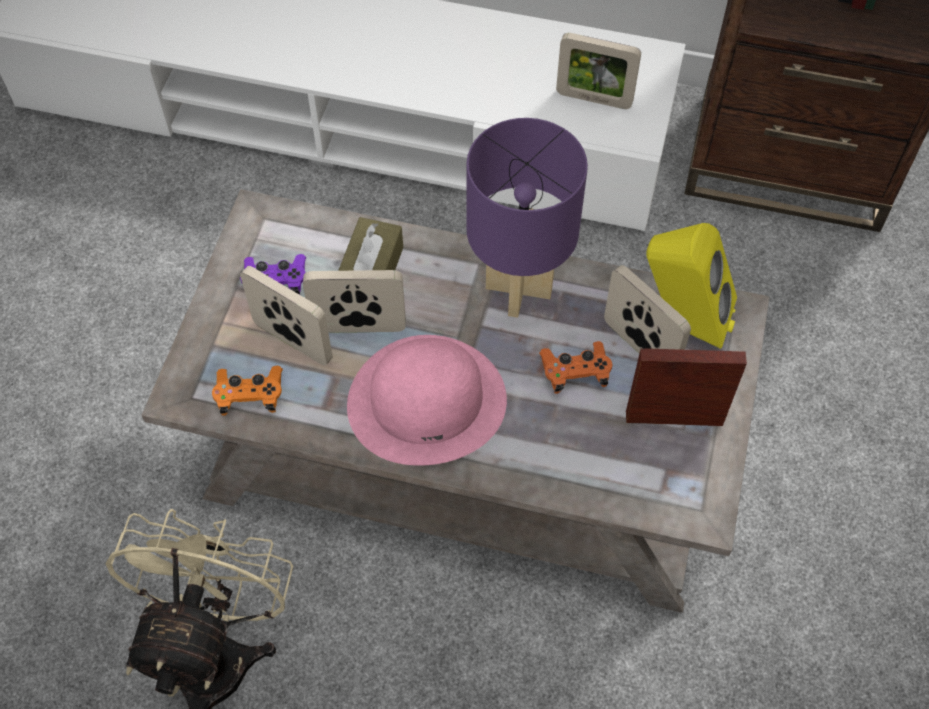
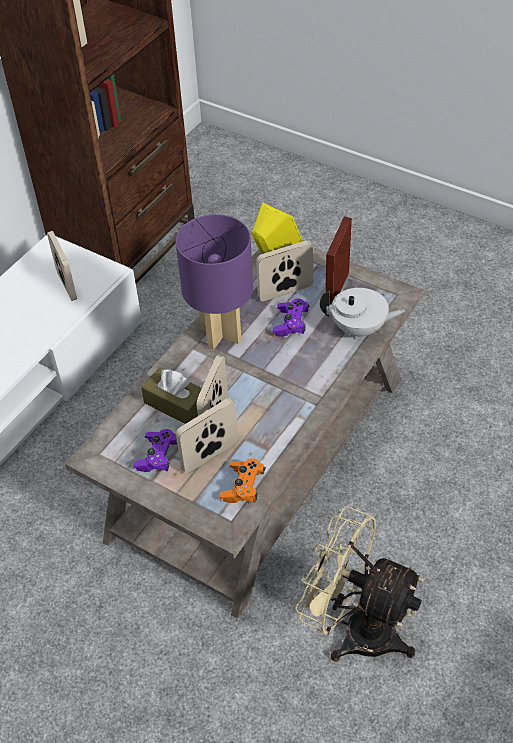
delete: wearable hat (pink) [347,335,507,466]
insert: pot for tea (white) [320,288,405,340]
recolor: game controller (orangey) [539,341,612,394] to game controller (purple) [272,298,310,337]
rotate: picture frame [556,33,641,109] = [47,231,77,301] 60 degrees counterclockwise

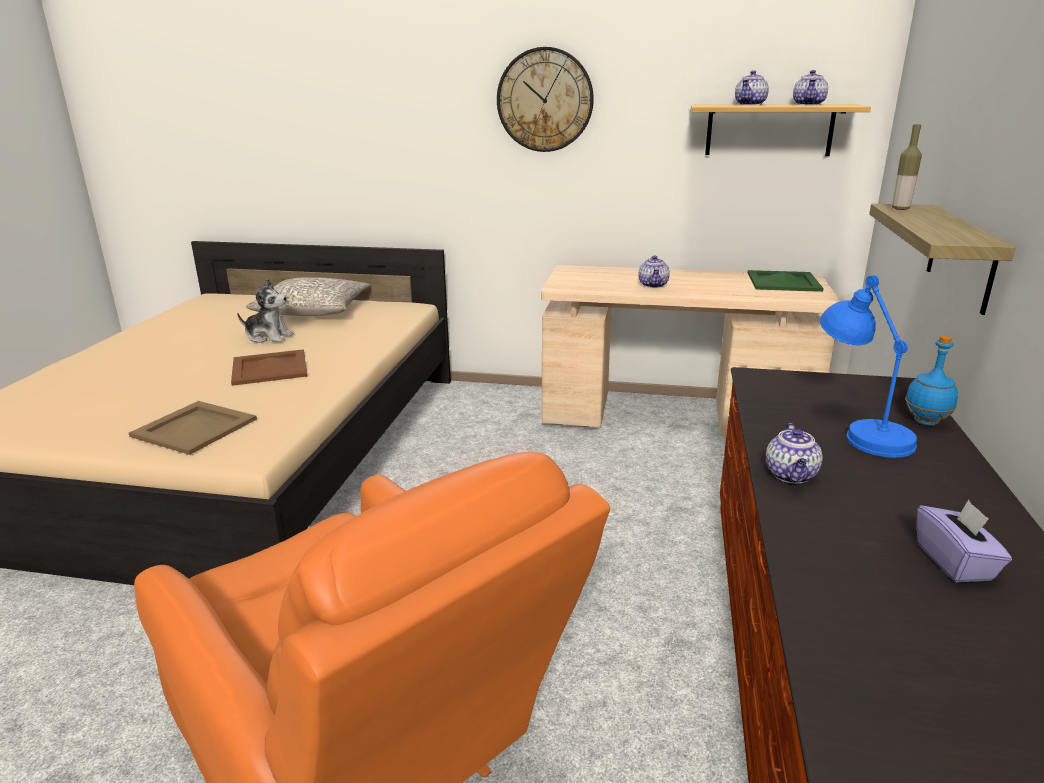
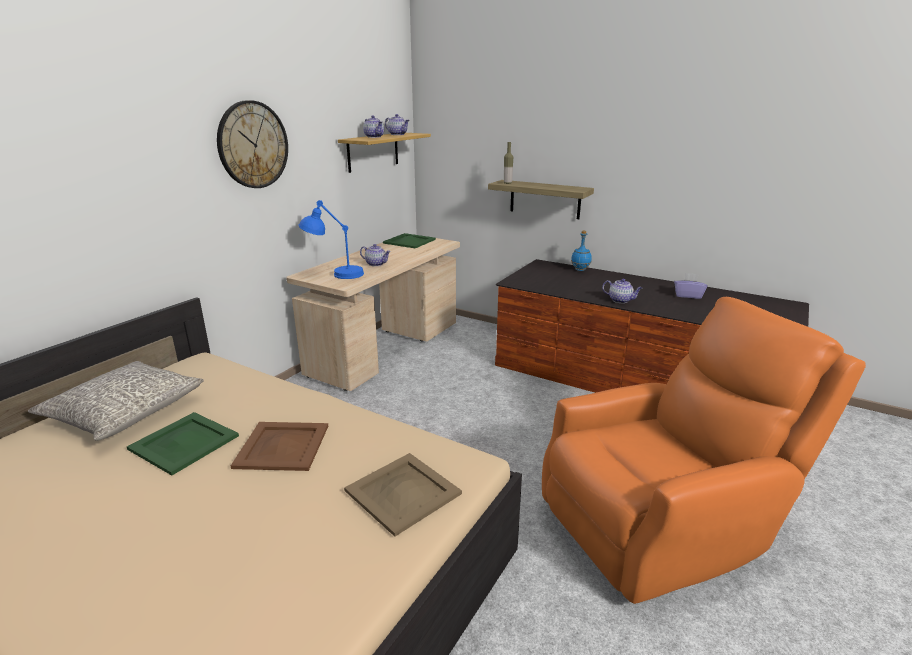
move: tabletop lamp (blue-coloured) [819,275,917,458] to [299,200,364,279]
replace: plush toy [237,278,294,343] to carrying tray (green) [127,412,239,476]

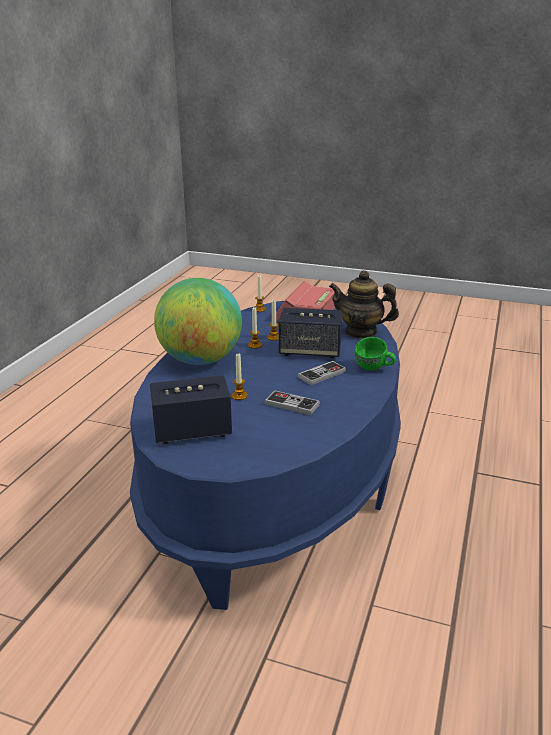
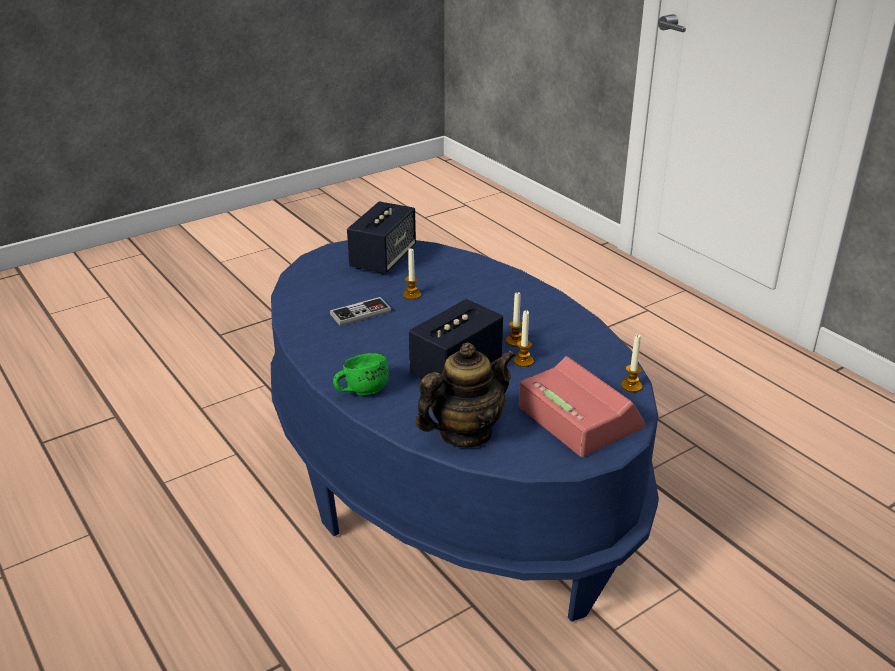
delete: globe [154,278,242,365]; game controller [298,361,347,385]

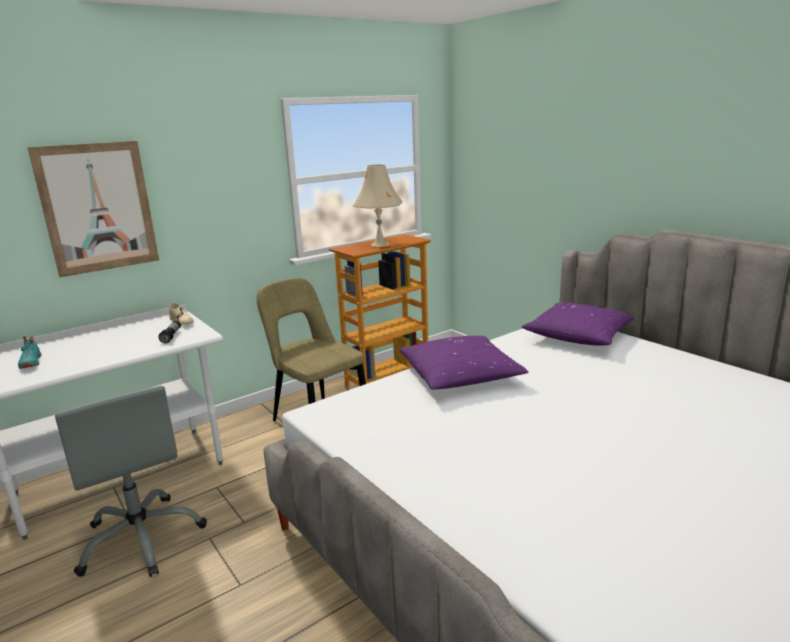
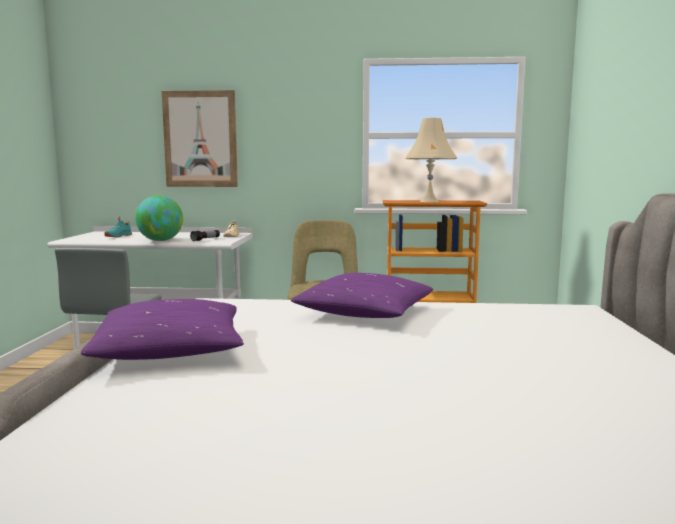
insert: globe [135,195,183,241]
move: throw pillow (purple) [522,302,634,346] to [81,299,244,360]

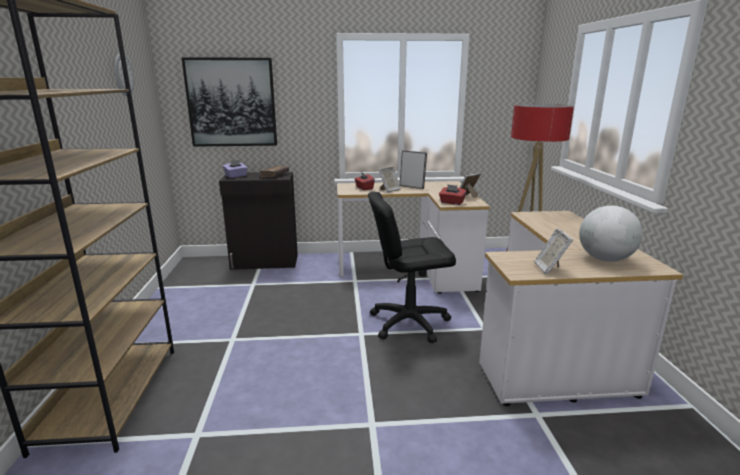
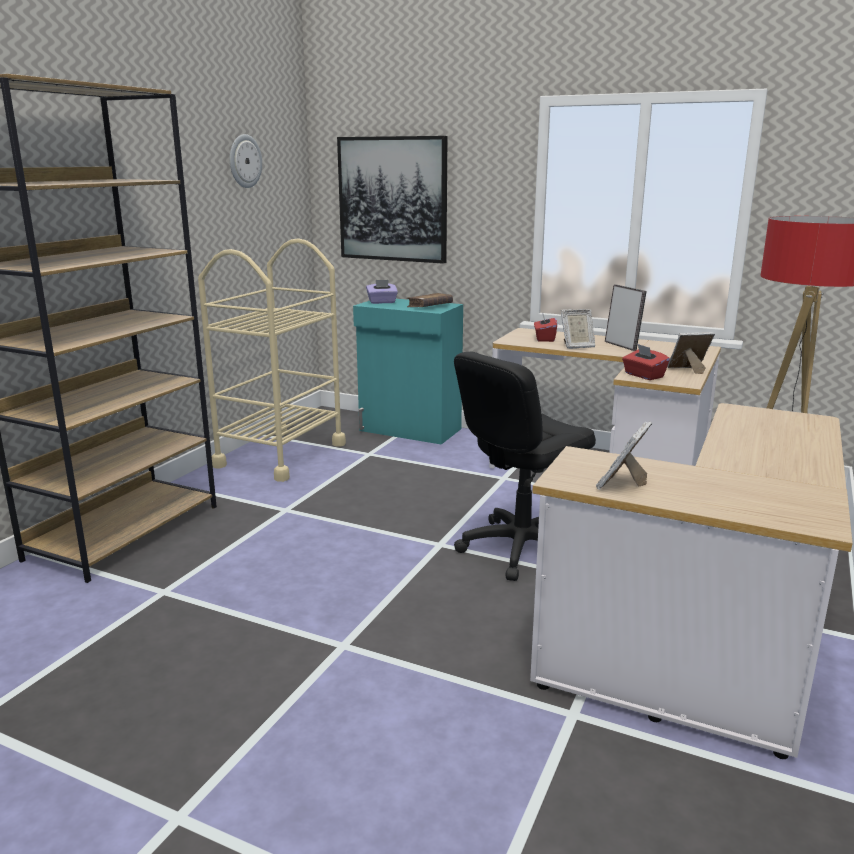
delete: globe [579,206,643,262]
insert: wheeled cart (beige-coloured) [198,238,346,482]
recolor: cupboard (blackish) [219,172,298,270] to cupboard (turquoise-coloured) [353,299,463,445]
rotate: desk chair (blackish) [368,192,456,343] = [454,352,596,581] 60 degrees counterclockwise

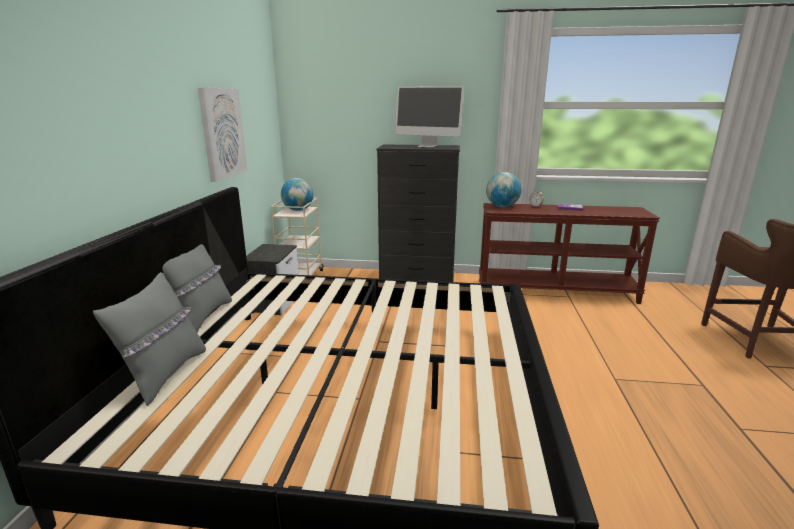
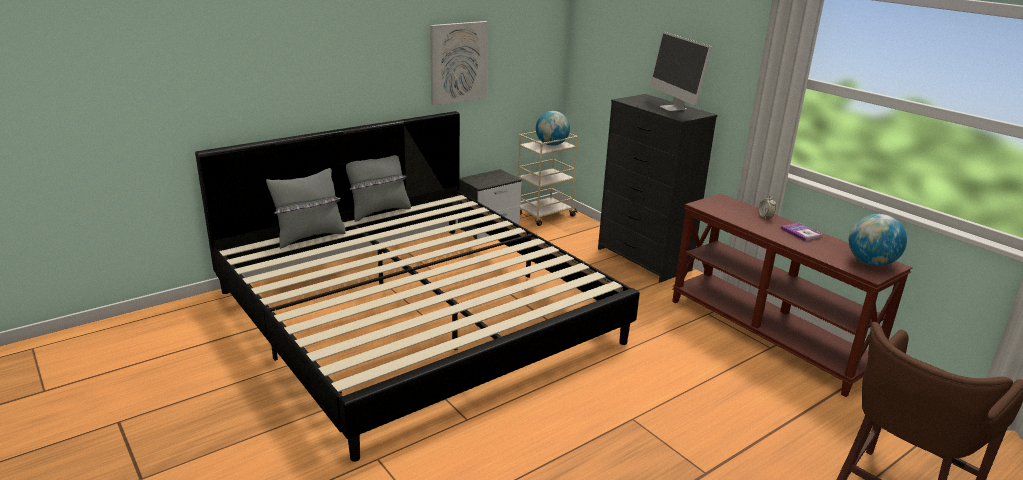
move: globe [486,172,522,207] to [849,214,907,266]

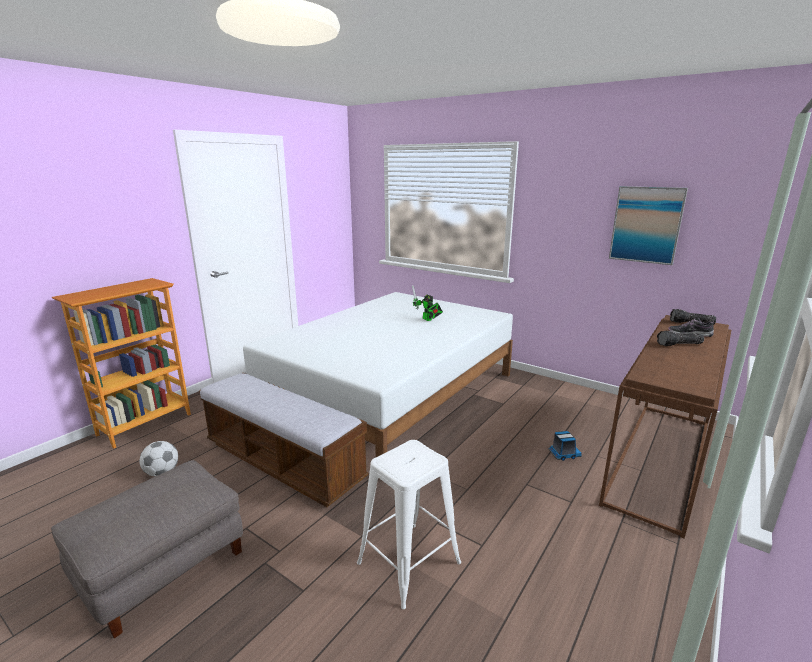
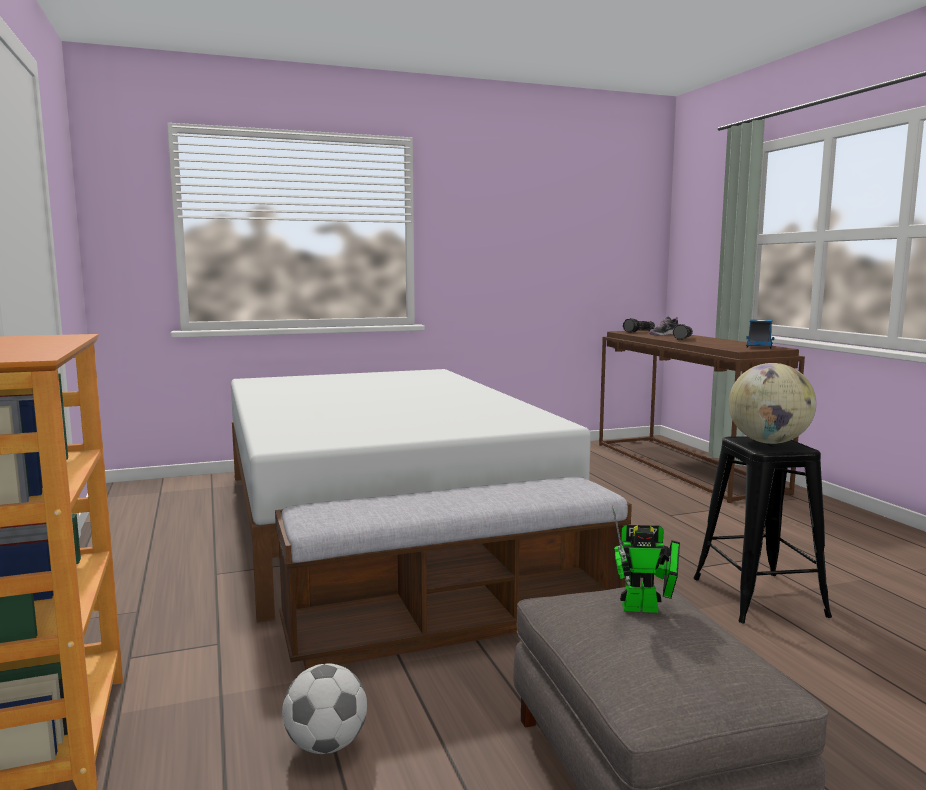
delete: picture [609,186,688,265]
insert: globe [729,363,816,444]
move: robot figure [412,285,443,321] to [612,505,680,613]; toy lorry [549,431,582,461] to [746,320,774,349]
recolor: stool (white) [357,440,461,609] to stool (blackish) [694,436,832,623]

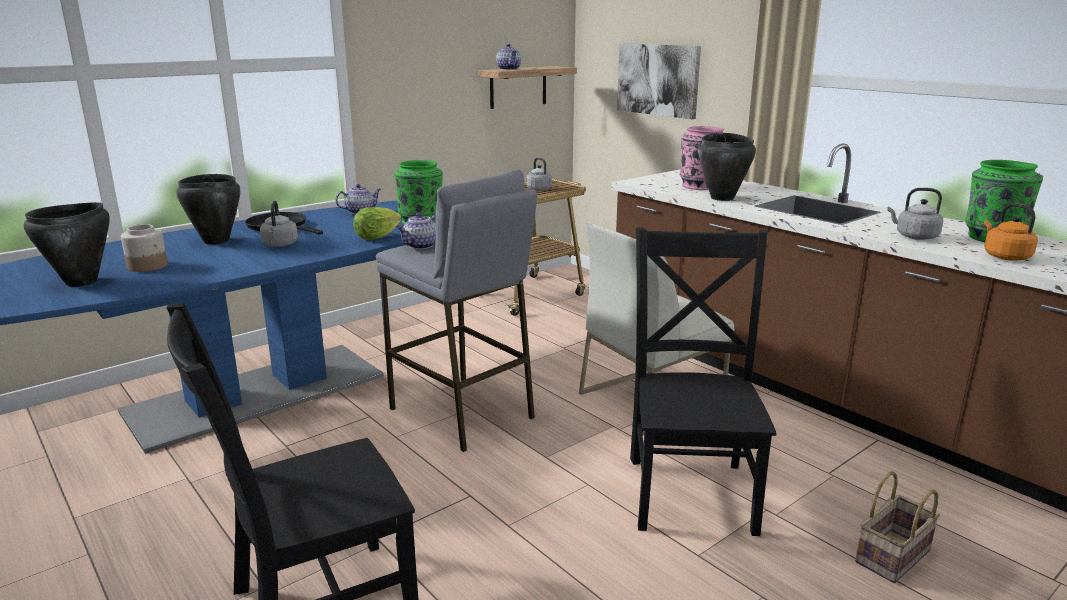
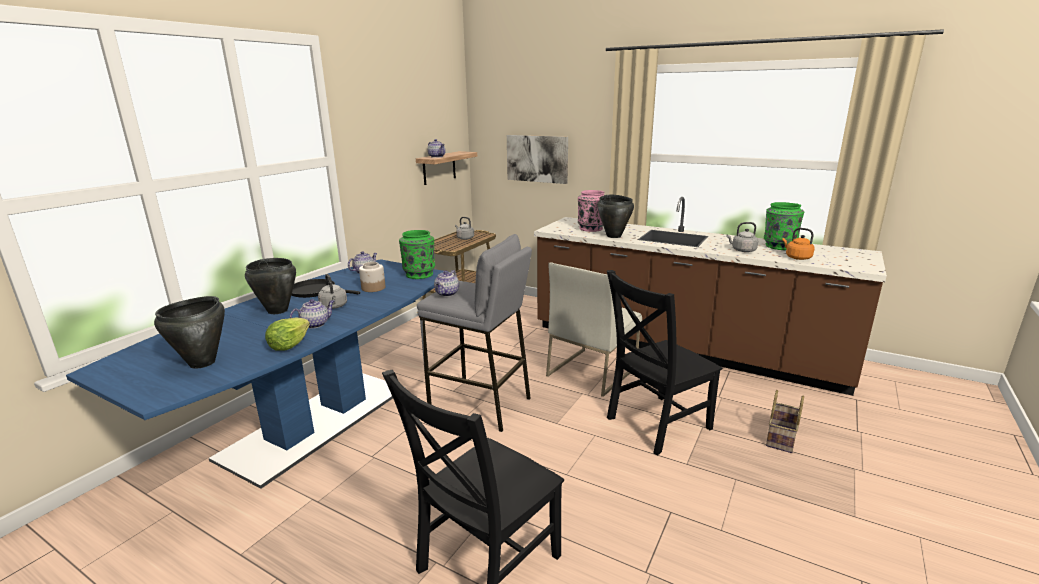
insert: pot for tea [290,299,334,328]
move: jar [121,224,168,272] to [359,262,385,292]; lettuce head [354,207,402,240] to [265,318,310,351]
rotate: plain chair (blackish) [630,227,777,536] = [607,270,722,455] 105 degrees counterclockwise

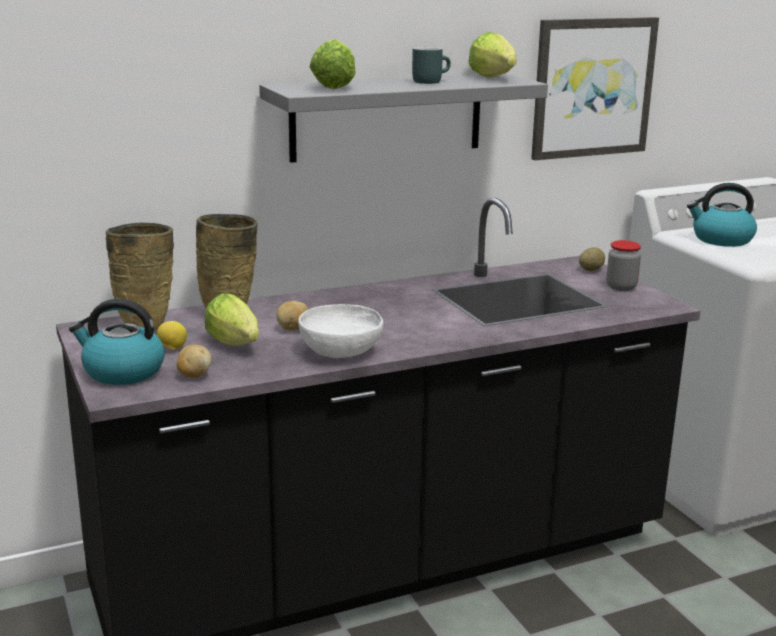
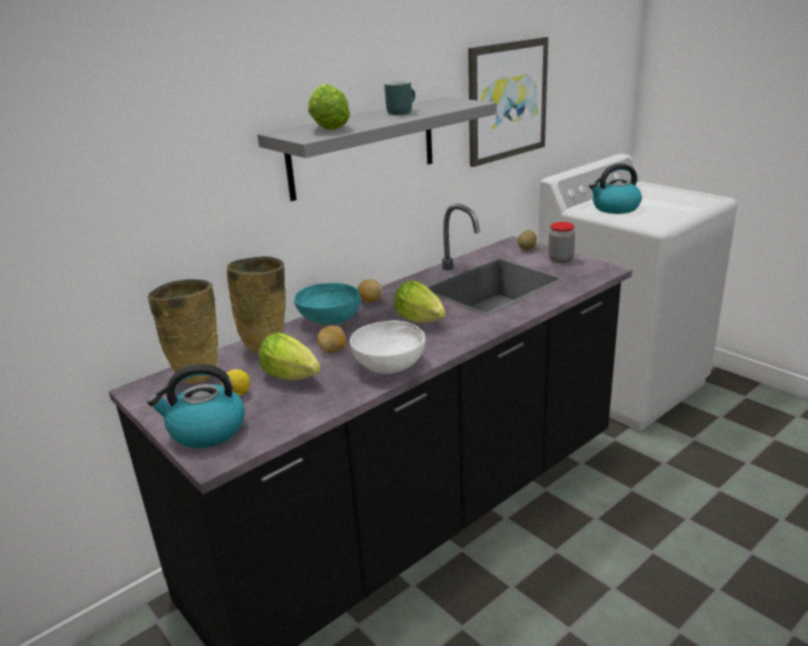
insert: deep dish (turquoise-coloured) [294,283,360,324]
move: spud [177,344,212,378] to [357,279,383,302]; lettuce head [469,32,517,77] to [395,281,446,323]

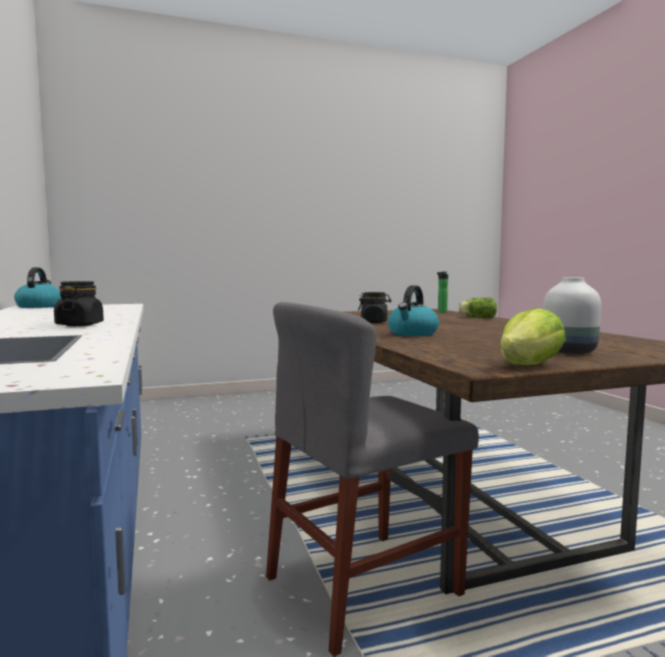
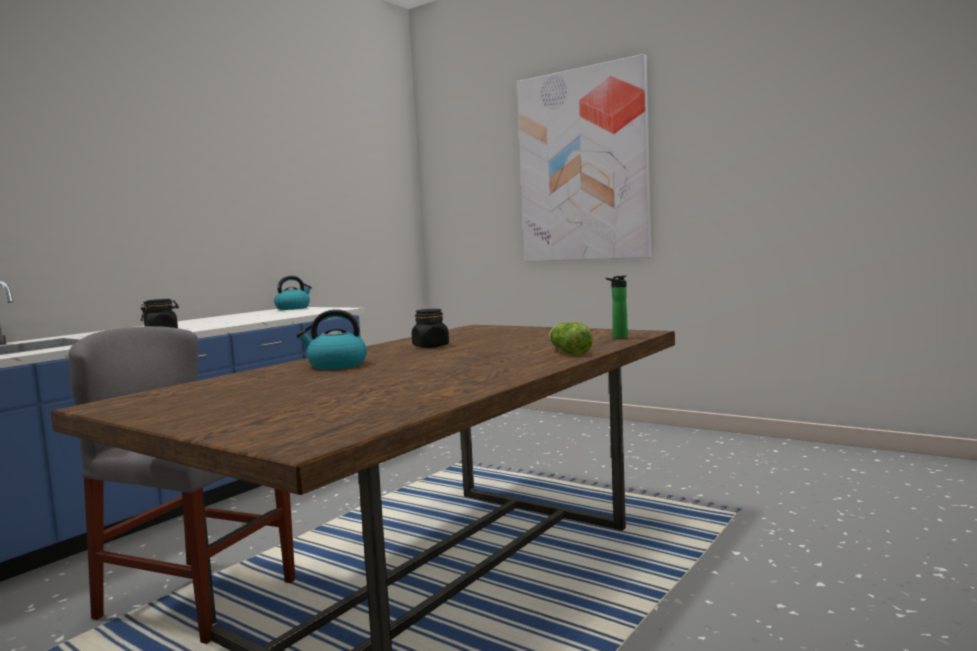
delete: lettuce head [500,308,566,365]; flower vase (white) [543,278,601,354]
insert: picture [517,54,651,262]

